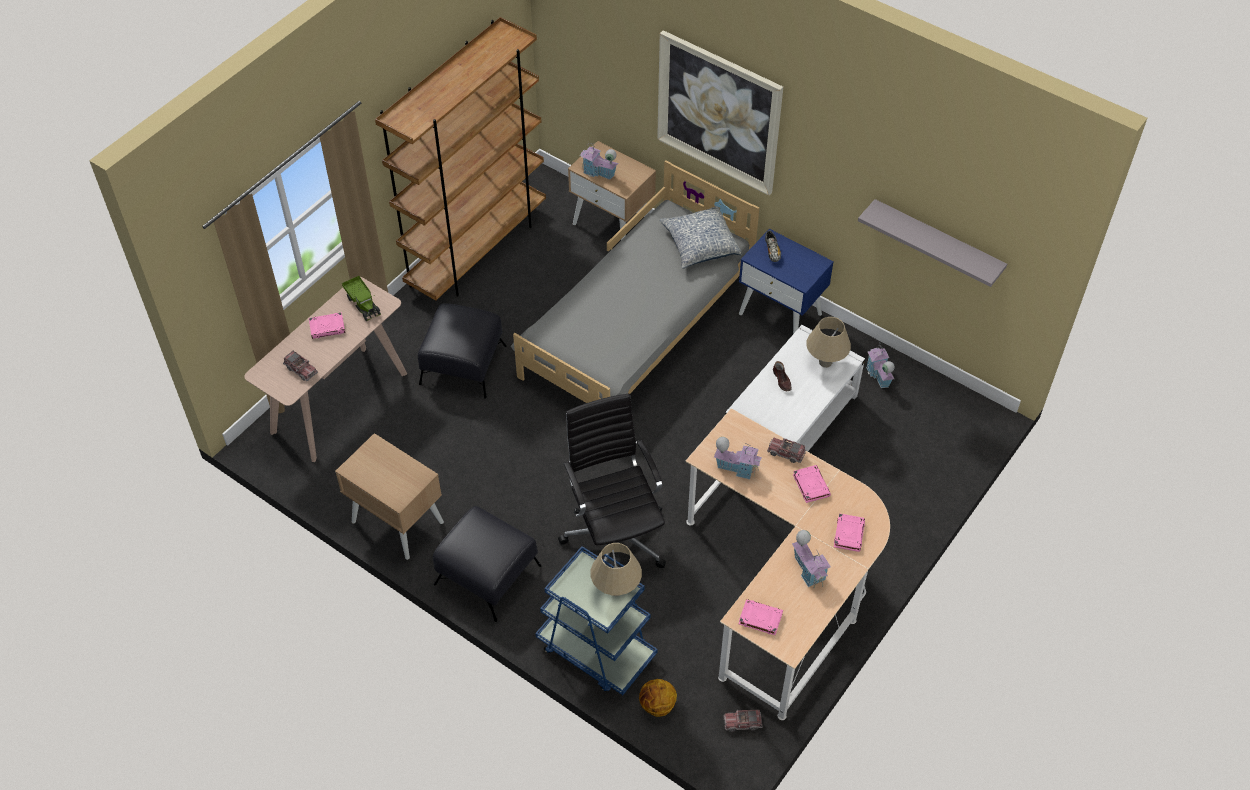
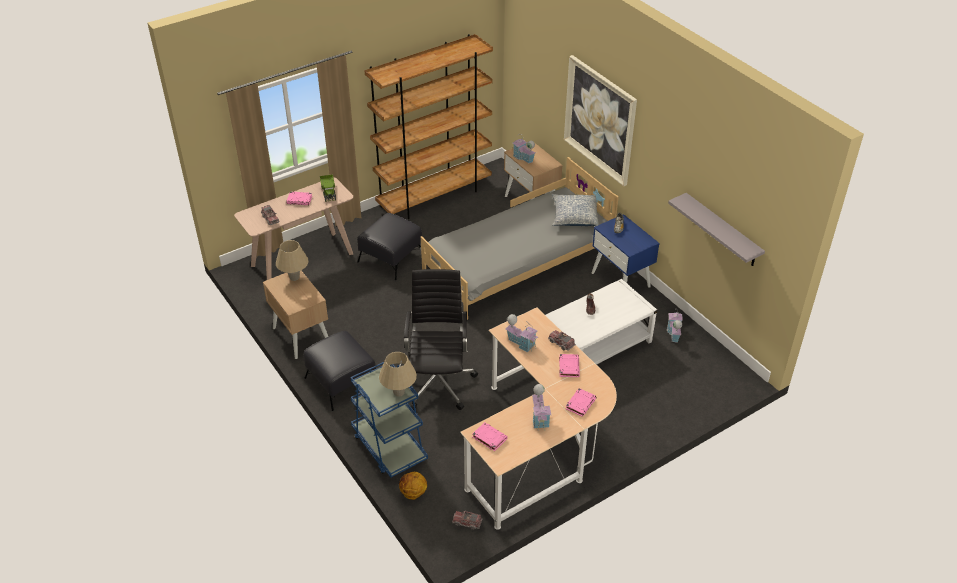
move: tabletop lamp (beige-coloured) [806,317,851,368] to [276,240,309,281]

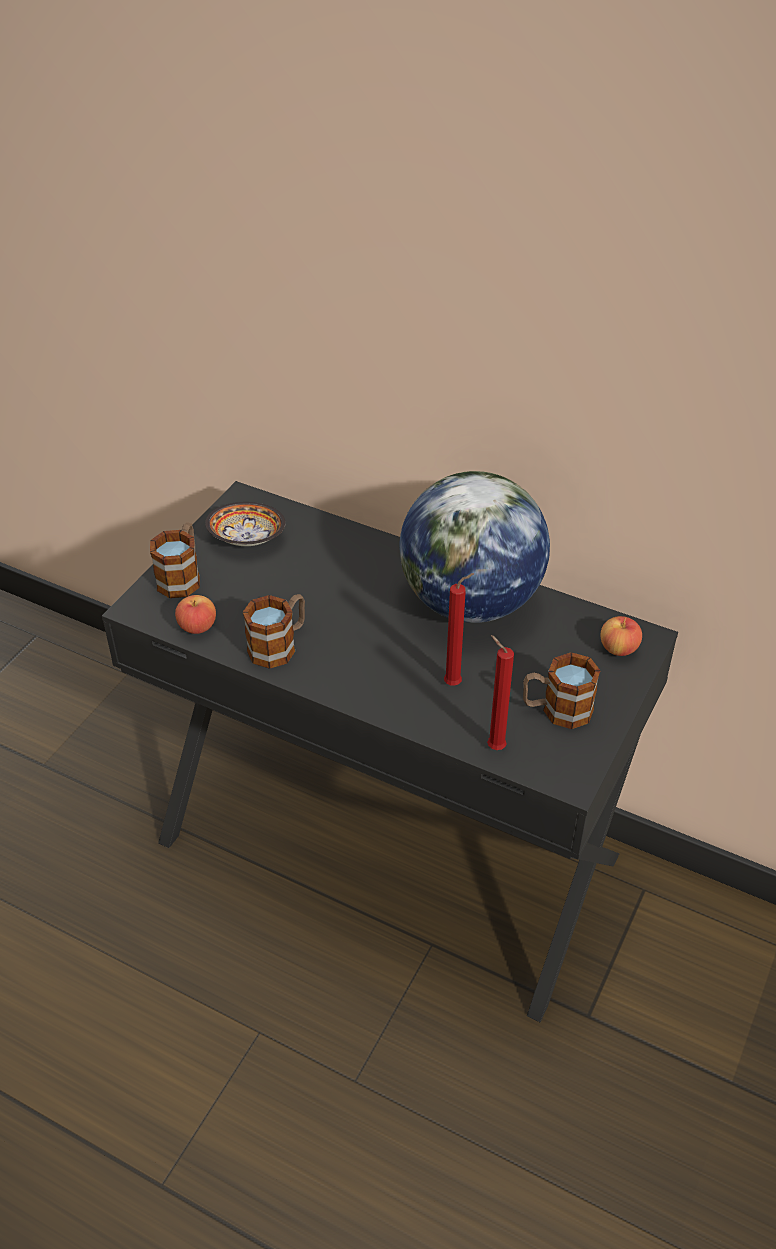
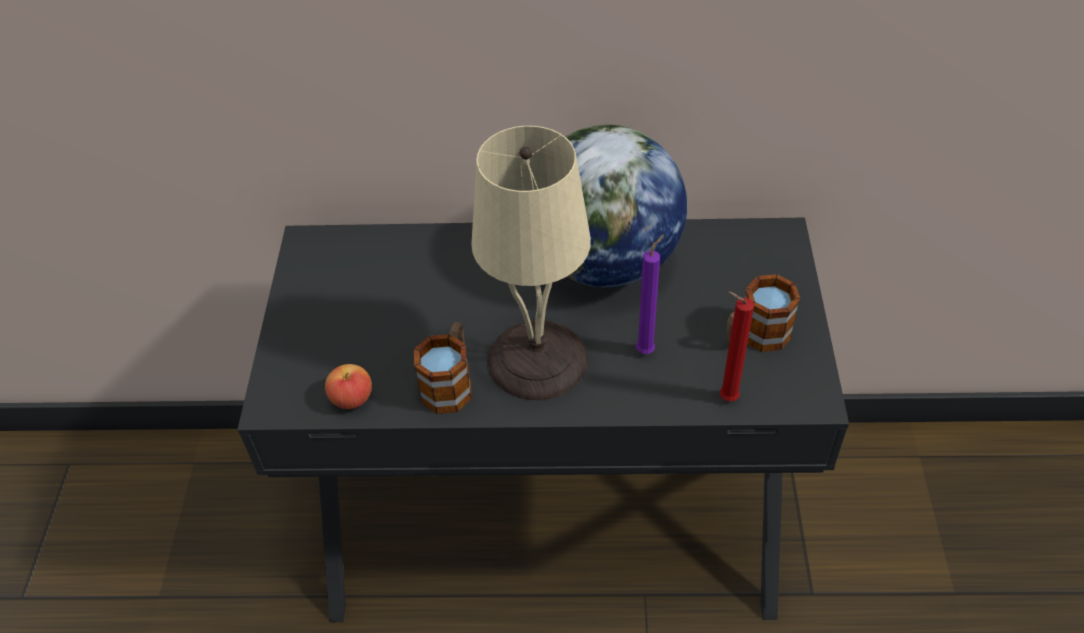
delete: coffee mug [150,523,200,598]; deep dish [205,502,286,546]; whole apple [600,616,642,656]
insert: tabletop lamp (beige-coloured) [471,126,591,400]
recolor: wax candle (red) [444,573,474,685] to wax candle (purple) [636,234,664,354]

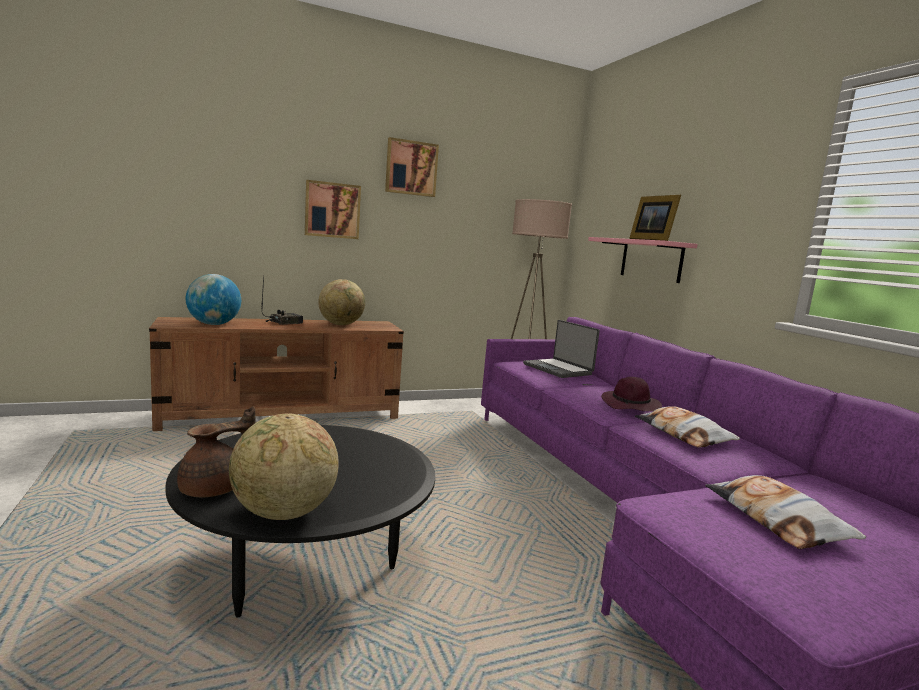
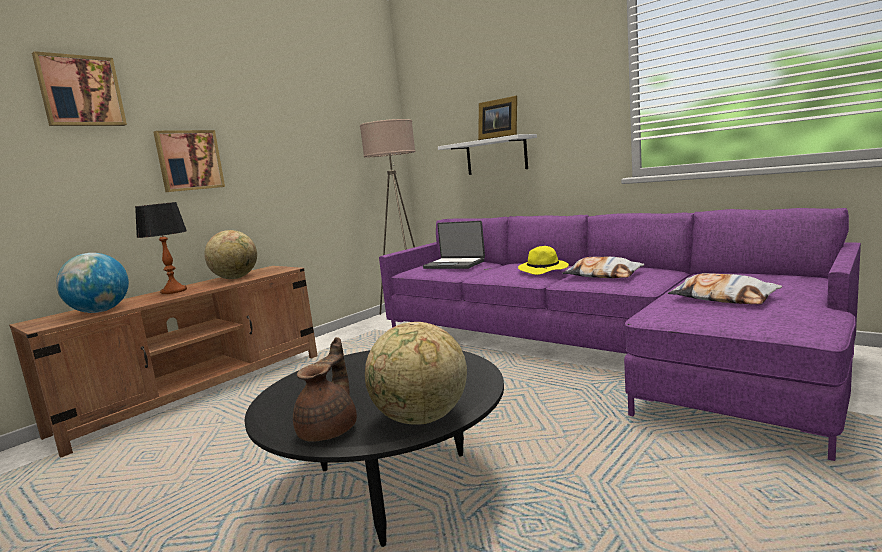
move: picture [385,137,439,197] to [32,51,127,126]
replace: radio [262,276,303,325] to tabletop lamp [135,202,187,294]
recolor: wall shelf (pink) [588,237,698,283] to wall shelf (white) [438,134,537,175]; wearable hat (purple) [601,377,662,411] to wearable hat (yellow-coloured) [518,246,569,275]

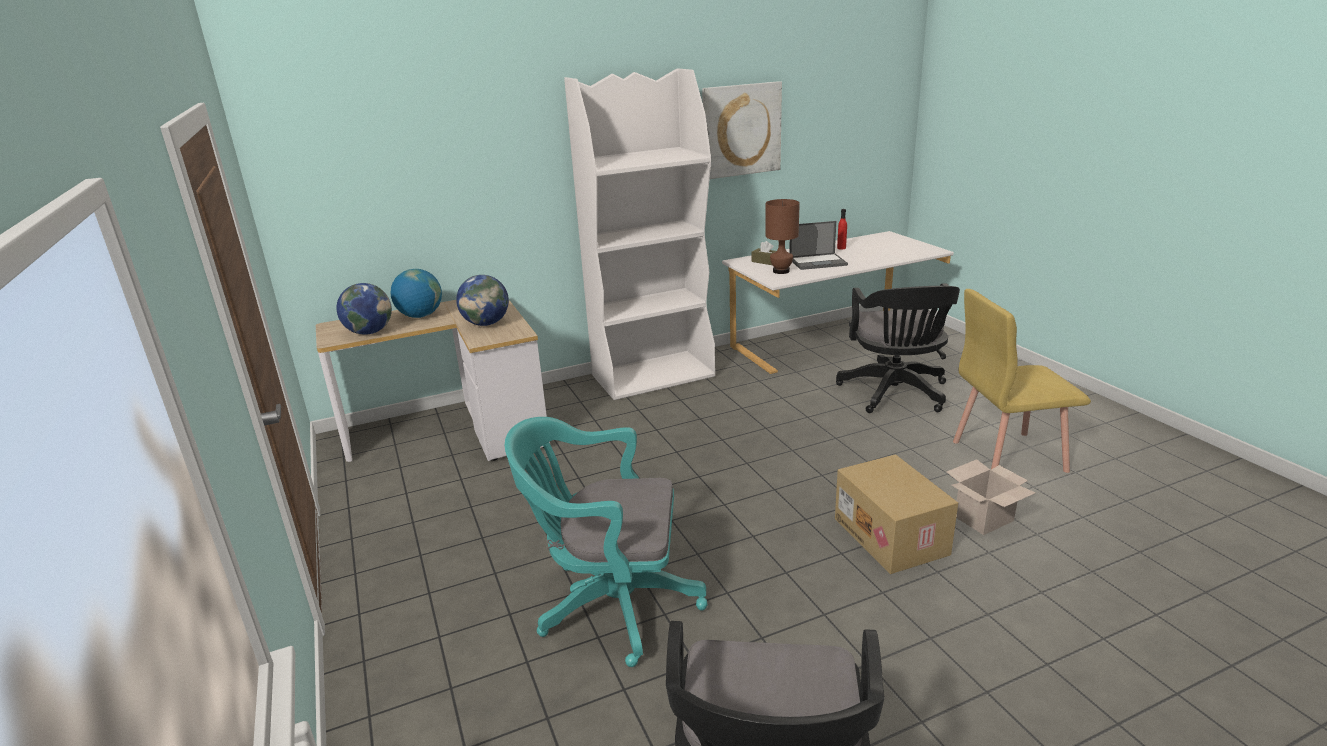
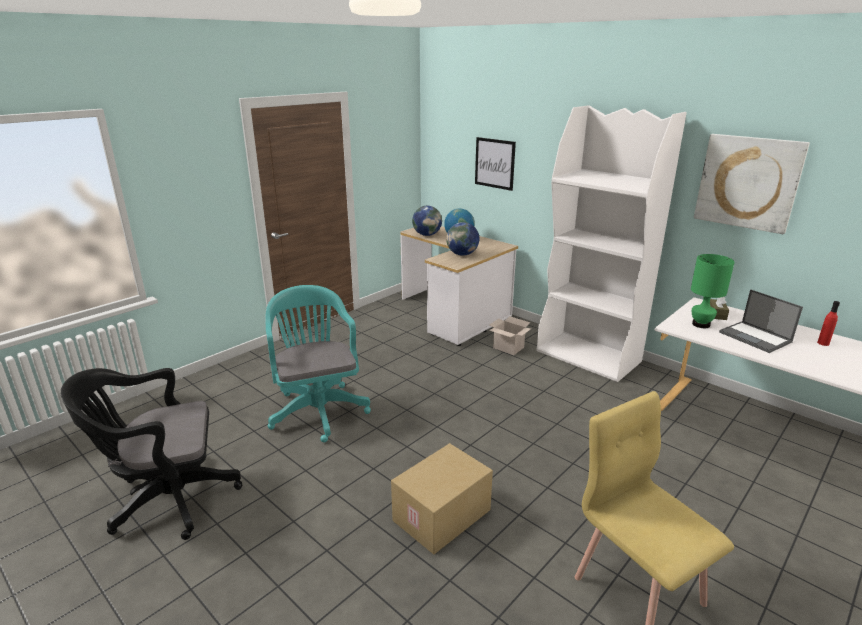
delete: desk chair (blackish) [836,283,960,413]
insert: picture [475,137,516,191]
move: cardboard box [947,459,1036,535] to [489,316,531,355]
recolor: tabletop lamp (brownish) [765,199,800,274] to tabletop lamp (green) [691,254,735,328]

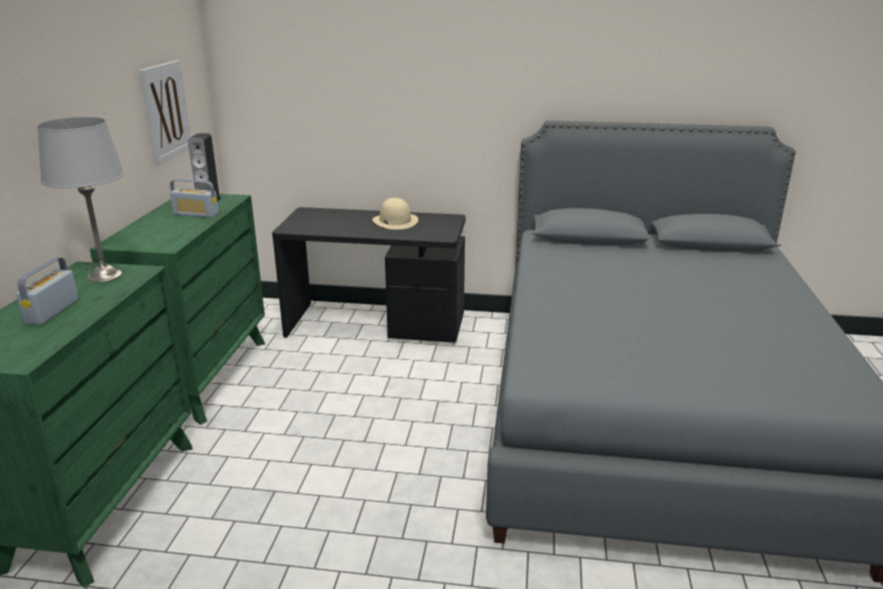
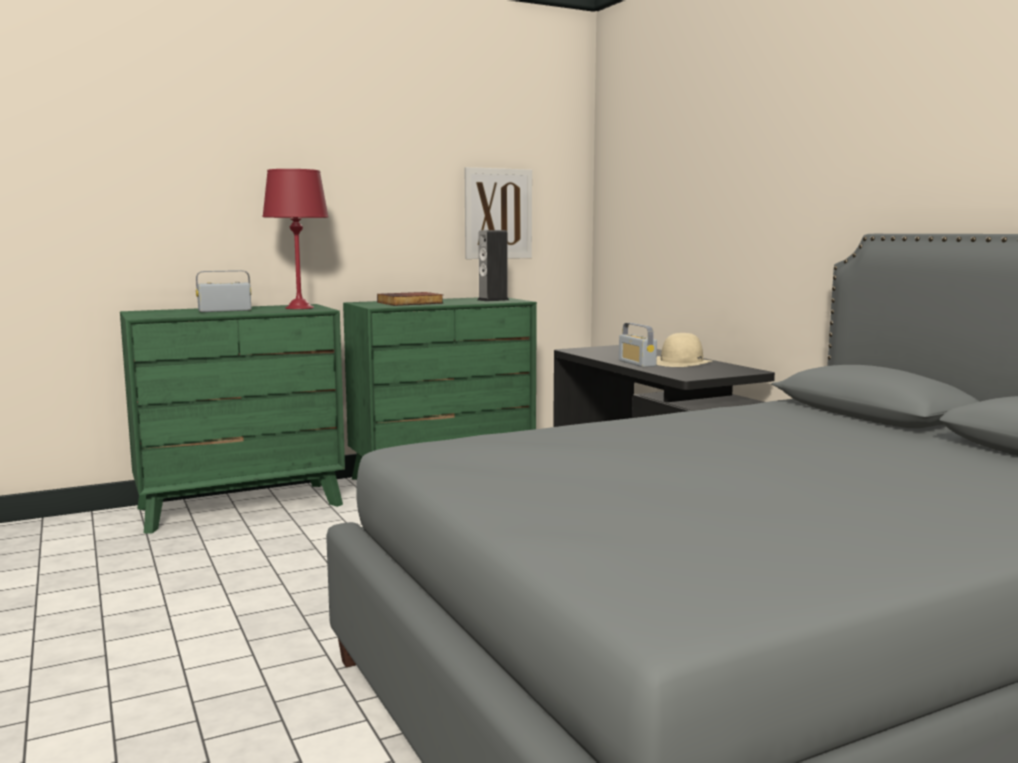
insert: bound book [377,292,444,306]
move: radio [170,179,219,218] to [619,323,657,367]
recolor: tabletop lamp (grey) [37,117,125,282] to tabletop lamp (red) [262,169,329,309]

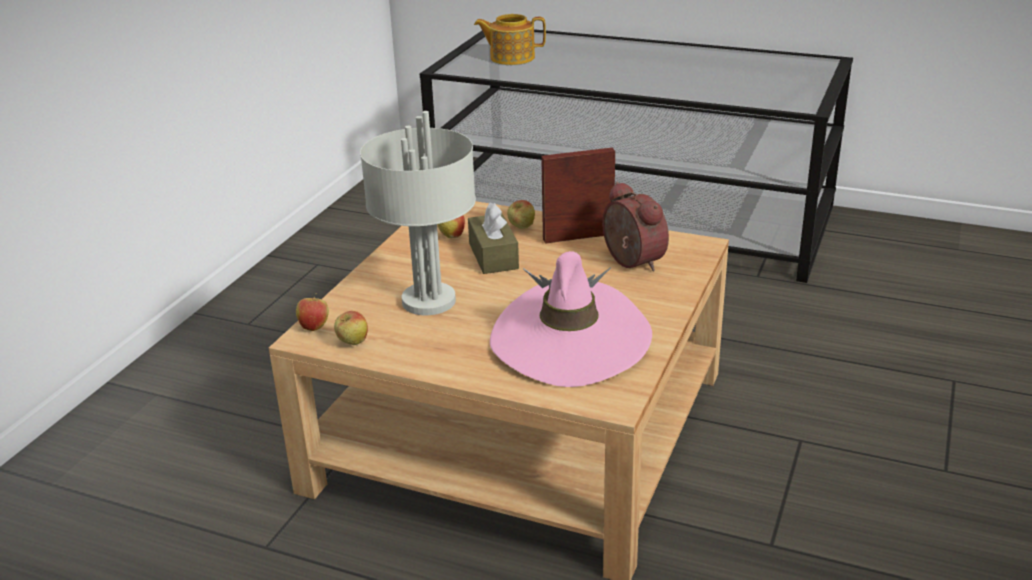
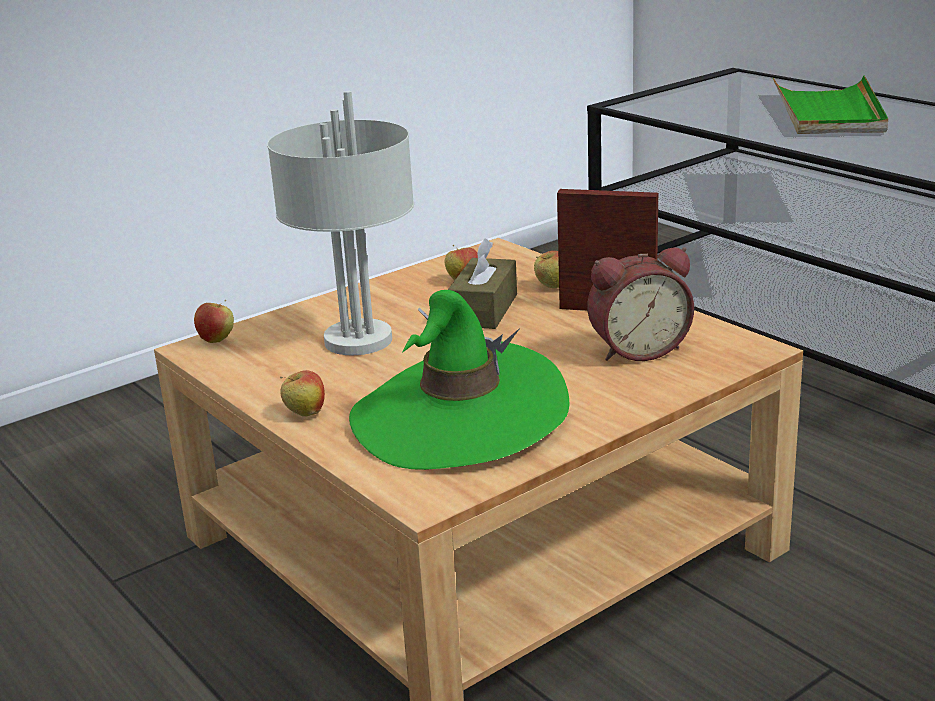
delete: pot for tea [474,14,546,65]
insert: carrying tray (green) [773,76,888,134]
move: whole apple [334,311,368,345] to [280,370,325,417]
recolor: wearable hat (pink) [490,251,652,387] to wearable hat (green) [349,290,570,470]
rotate: bedside clock [602,181,669,271] = [587,247,694,361] 75 degrees clockwise

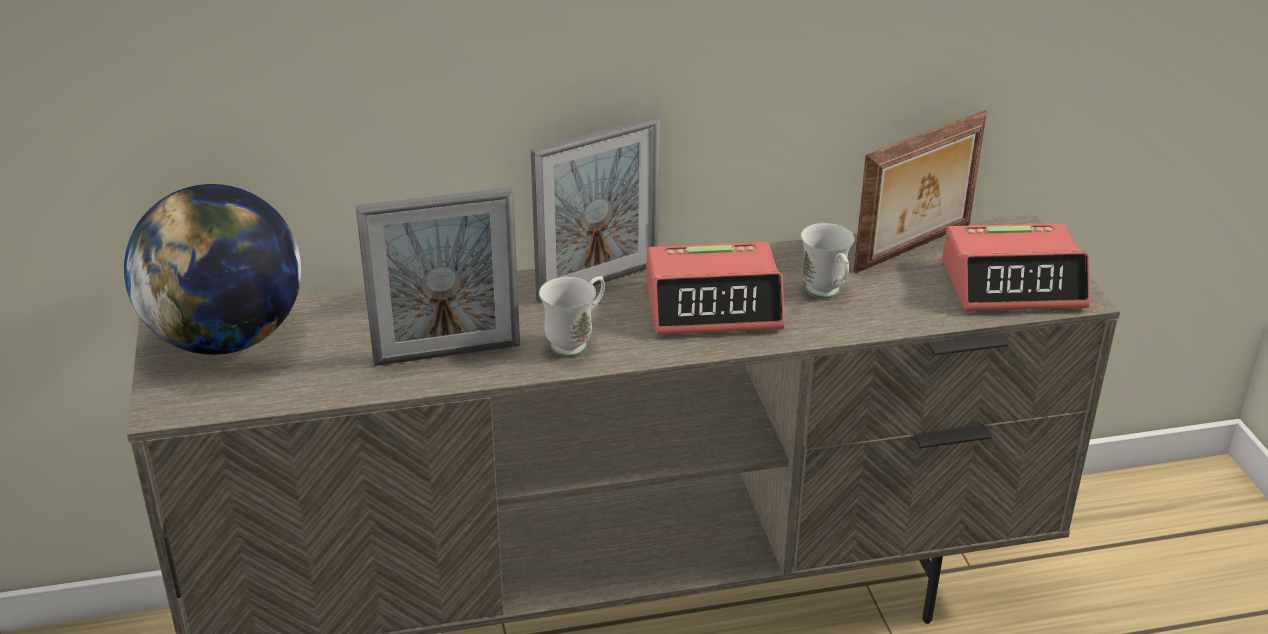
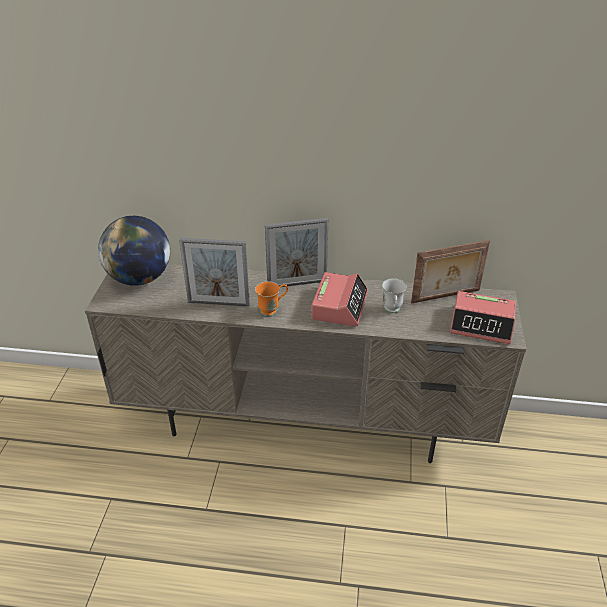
recolor: coffee mug (white) [539,276,605,357] to coffee mug (orangey) [255,281,288,316]
rotate: bedside clock [646,242,785,335] = [311,272,368,326] 90 degrees counterclockwise

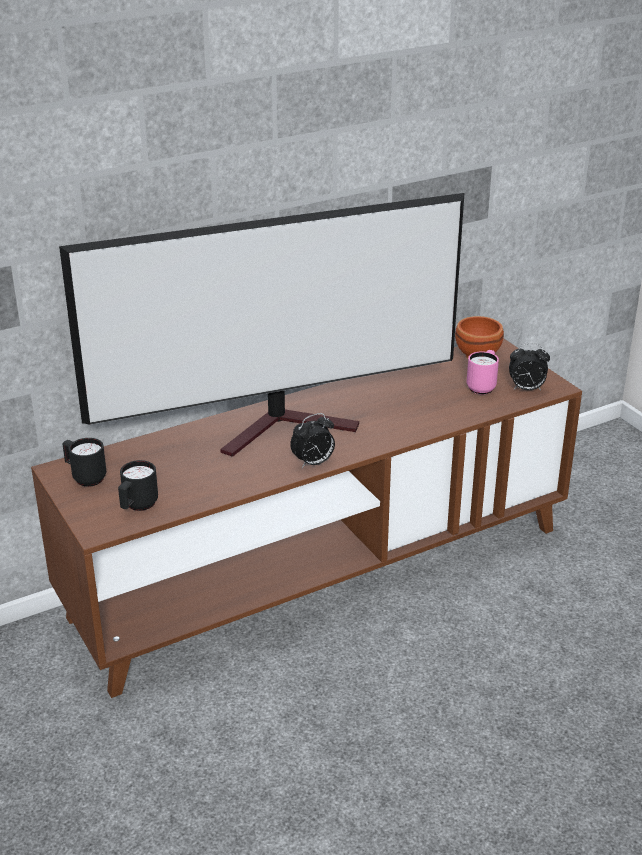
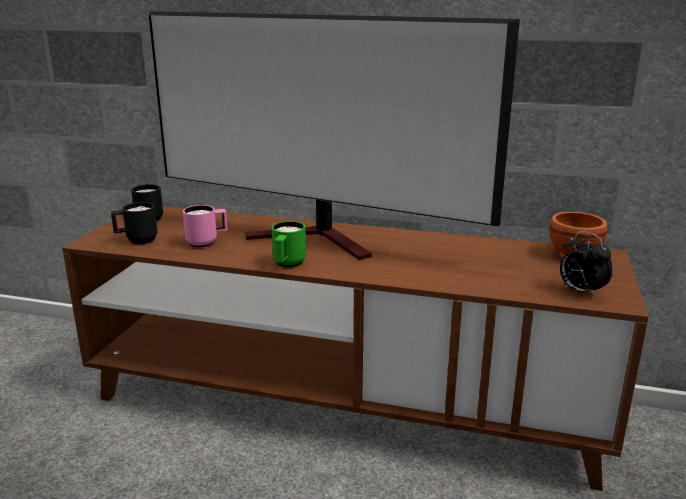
move: coffee mug (pink) [467,350,499,394] to [183,205,227,248]
replace: bedside clock [290,413,335,468] to coffee mug (green) [272,221,306,267]

